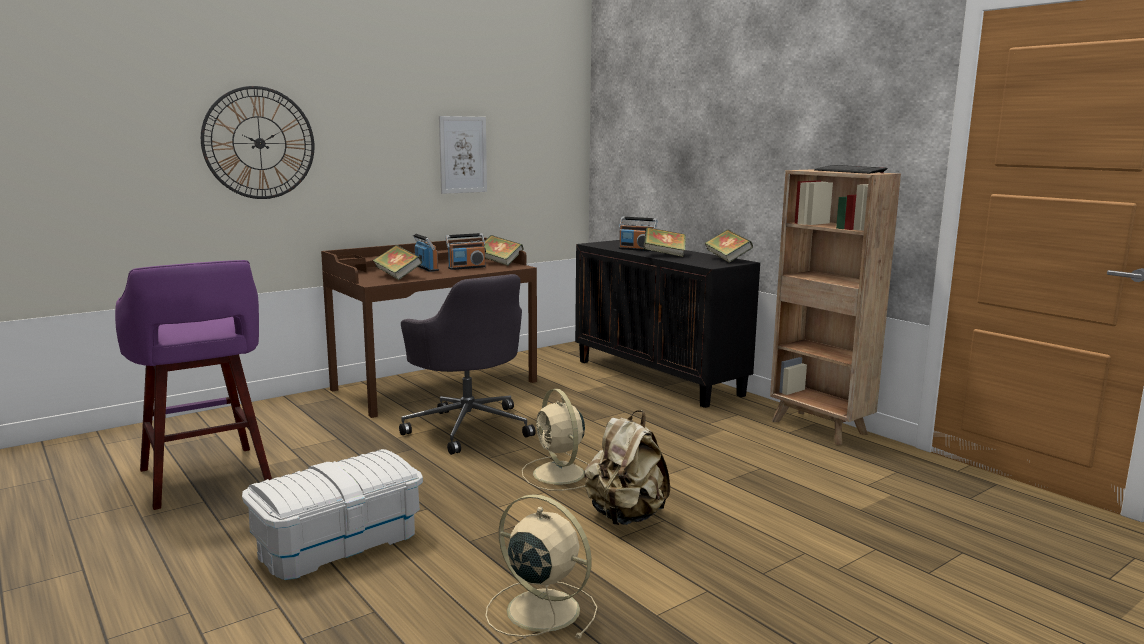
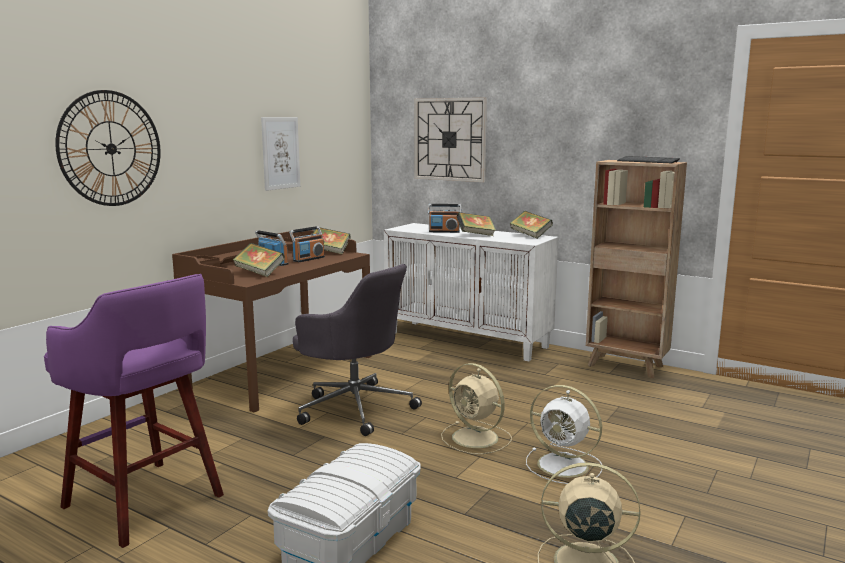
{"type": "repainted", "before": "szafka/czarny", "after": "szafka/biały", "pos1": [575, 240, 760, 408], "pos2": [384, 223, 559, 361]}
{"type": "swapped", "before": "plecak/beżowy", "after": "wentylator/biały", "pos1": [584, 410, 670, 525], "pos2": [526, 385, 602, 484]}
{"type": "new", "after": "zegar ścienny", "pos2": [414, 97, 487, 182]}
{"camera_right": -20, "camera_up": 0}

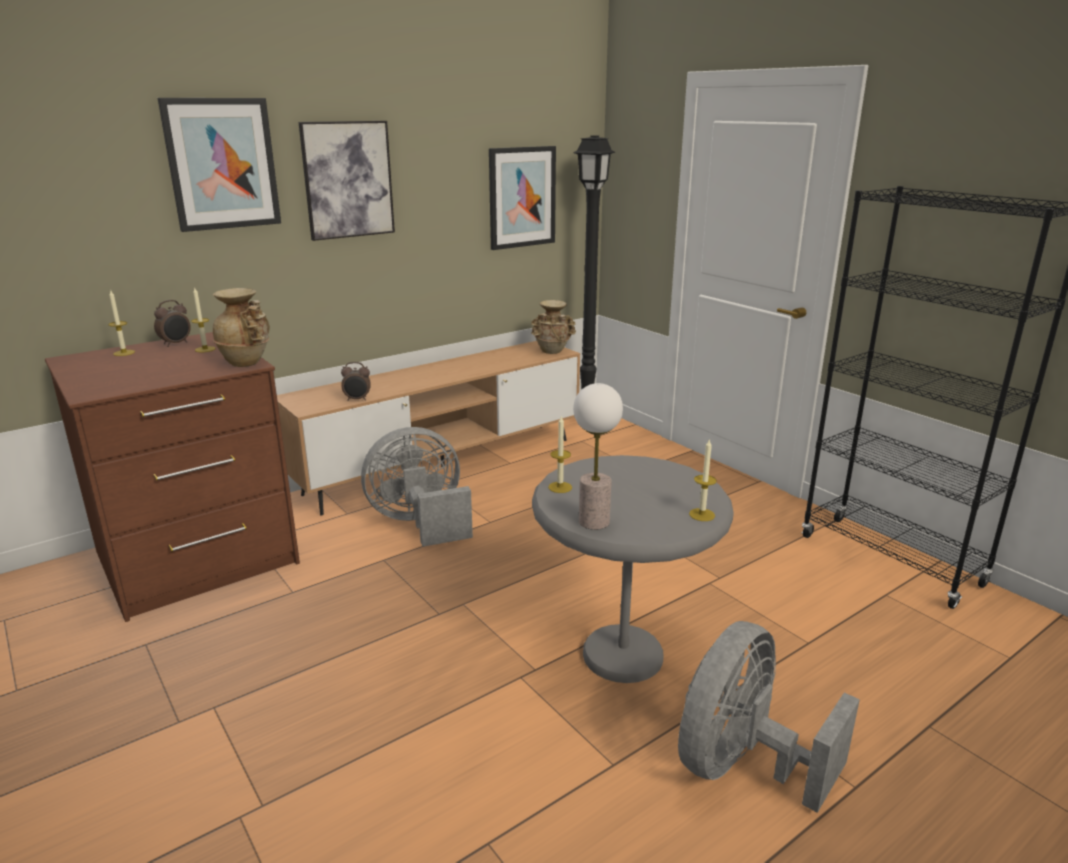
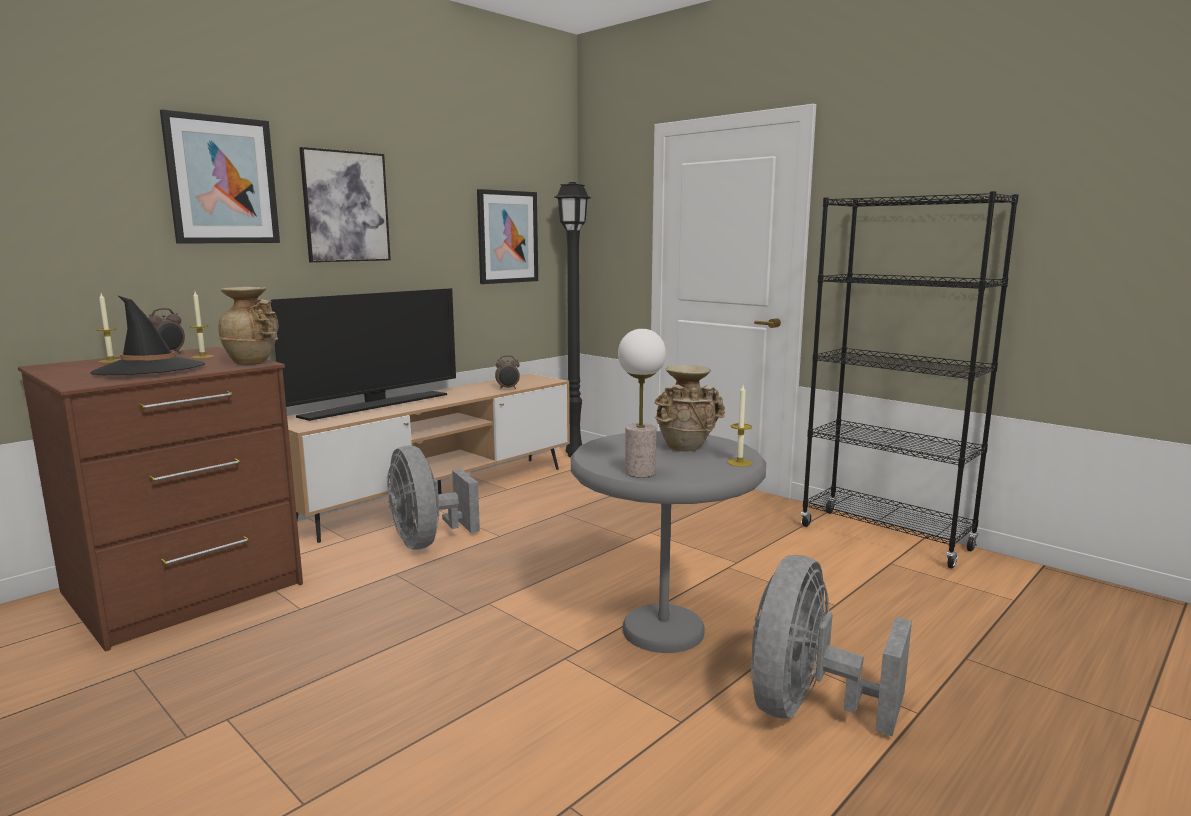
{"type": "shifted", "before": "wazon/beżowy", "pos1": [531, 300, 576, 354], "pos2": [655, 365, 725, 451]}
{"type": "shifted", "before": "budzik", "pos1": [341, 362, 371, 401], "pos2": [495, 355, 520, 389]}
{"type": "gone", "before": "świeca", "pos1": [548, 415, 572, 493]}
{"type": "rotated", "before": "wentylator/szary", "pos1": [361, 427, 473, 547], "pos2": [387, 446, 480, 550], "turn": -90}
{"type": "new", "after": "telewizor", "pos2": [270, 288, 456, 421]}
{"type": "new", "after": "kapelusz/czarny", "pos2": [90, 296, 205, 375]}
{"camera_right": -10, "camera_up": -10}

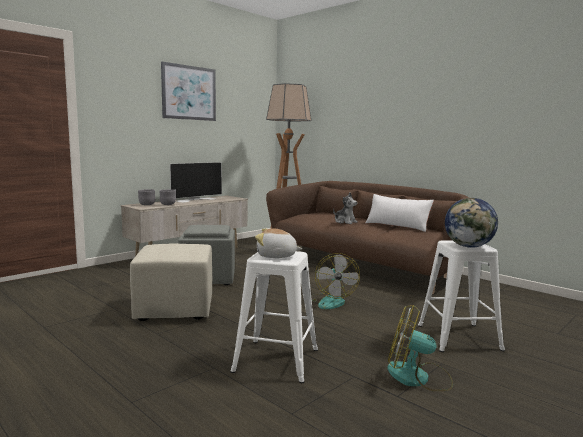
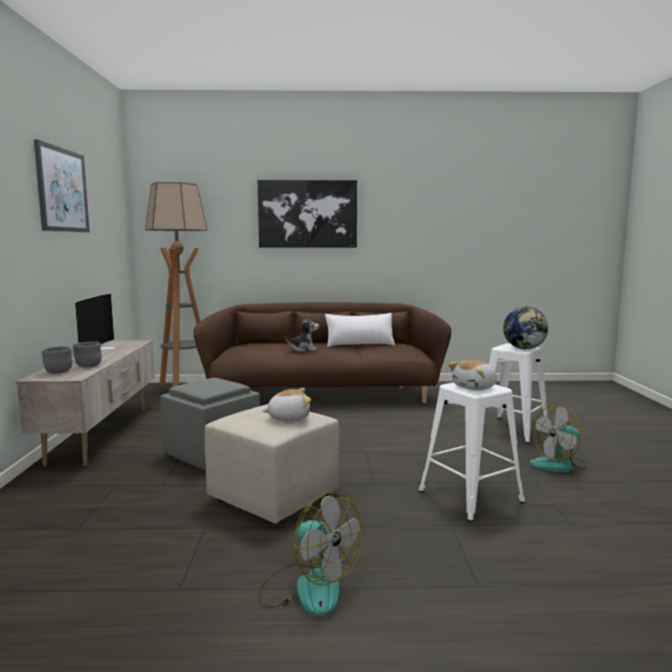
{"type": "shifted", "before": "wentylator", "pos1": [311, 253, 360, 309], "pos2": [258, 492, 363, 617]}
{"type": "new", "after": "obraz", "pos2": [258, 180, 357, 248]}
{"type": "new", "after": "pluszak", "pos2": [262, 388, 311, 421]}
{"camera_right": -45, "camera_up": 0}

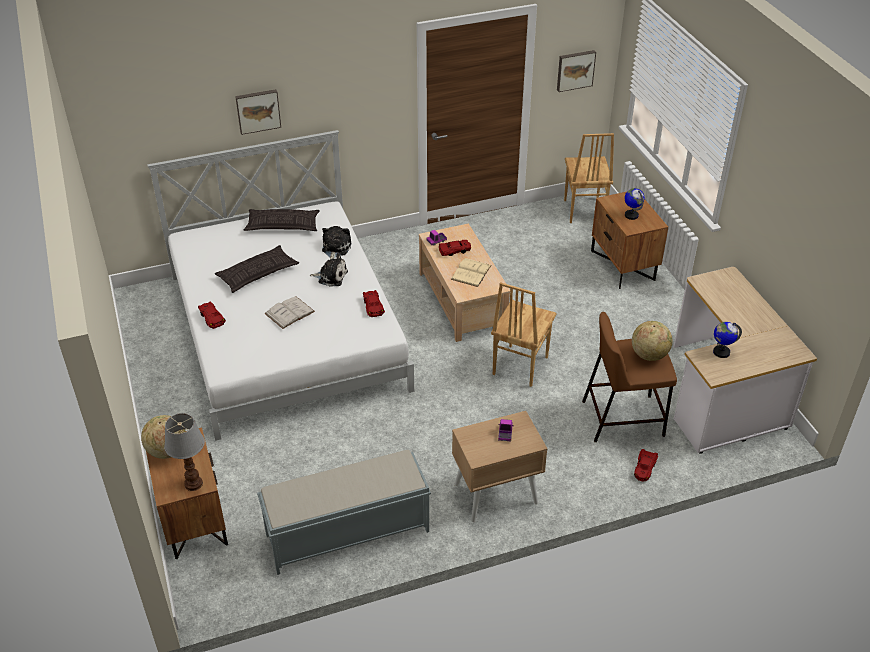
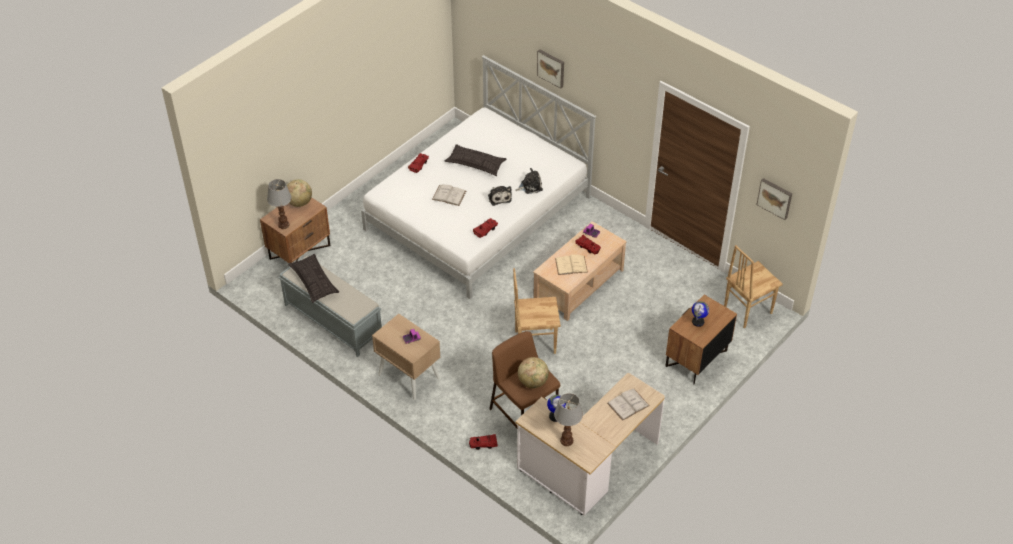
{"type": "shifted", "before": "poduszka", "pos1": [244, 209, 320, 231], "pos2": [288, 254, 339, 303]}
{"type": "new", "after": "książka/biały", "pos2": [607, 389, 650, 421]}
{"type": "new", "after": "lampa stołowa", "pos2": [554, 393, 583, 446]}
{"camera_right": 60, "camera_up": 5}

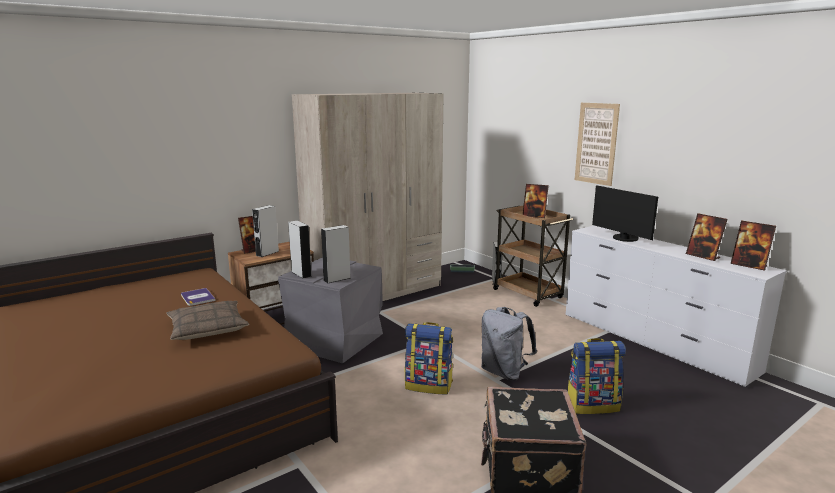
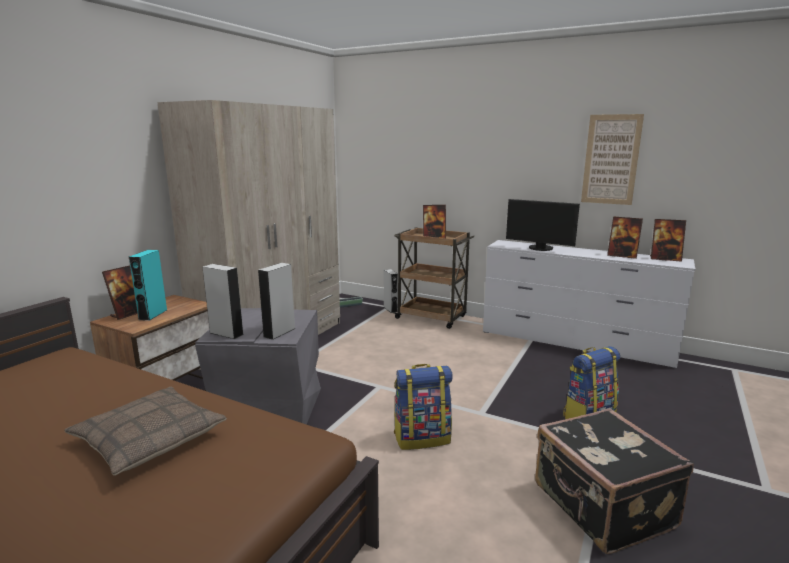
{"type": "shifted", "before": "obraz", "pos1": [575, 103, 620, 186], "pos2": [581, 114, 644, 205]}
{"type": "repainted", "before": "głośnik/szary", "after": "głośnik/turkusowy", "pos1": [252, 205, 279, 257], "pos2": [129, 250, 167, 321]}
{"type": "gone", "before": "książka", "pos1": [181, 288, 216, 306]}
{"type": "gone", "before": "plecak/szary", "pos1": [481, 307, 537, 380]}
{"camera_right": -25, "camera_up": 0}

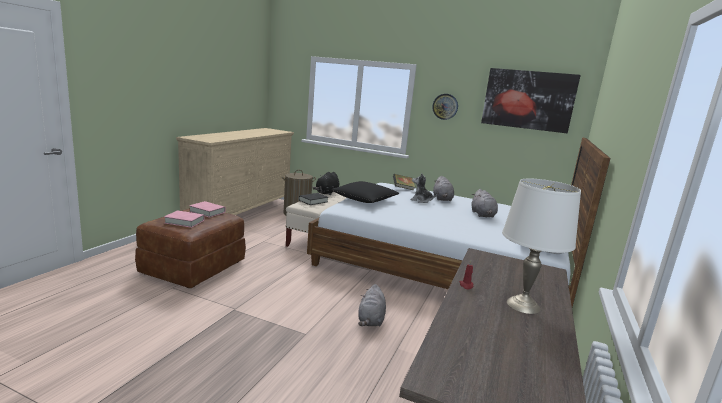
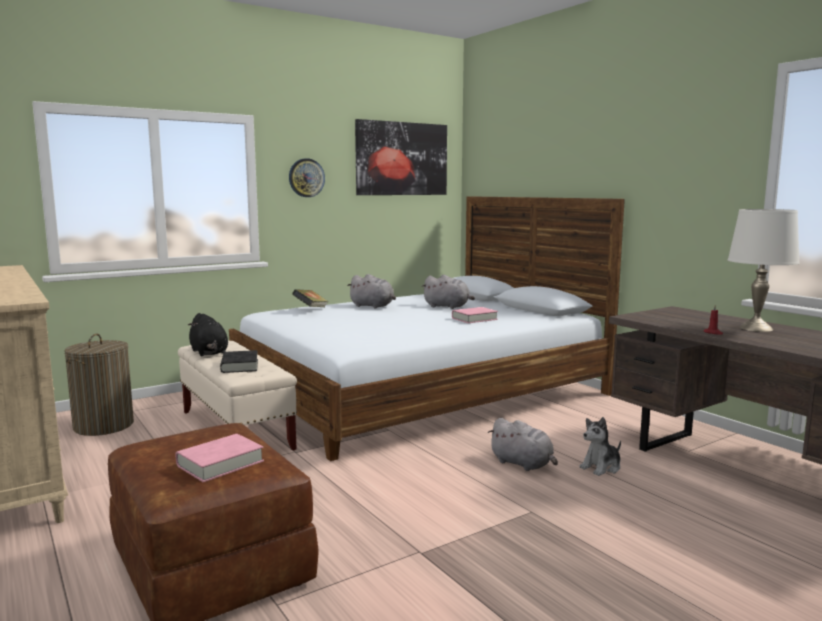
{"type": "shifted", "before": "pluszak", "pos1": [410, 174, 437, 203], "pos2": [579, 417, 621, 476]}
{"type": "gone", "before": "poduszka/czarny", "pos1": [331, 181, 399, 203]}
{"type": "shifted", "before": "książka/różowy", "pos1": [189, 201, 226, 218], "pos2": [452, 307, 498, 323]}
{"camera_right": -55, "camera_up": -5}

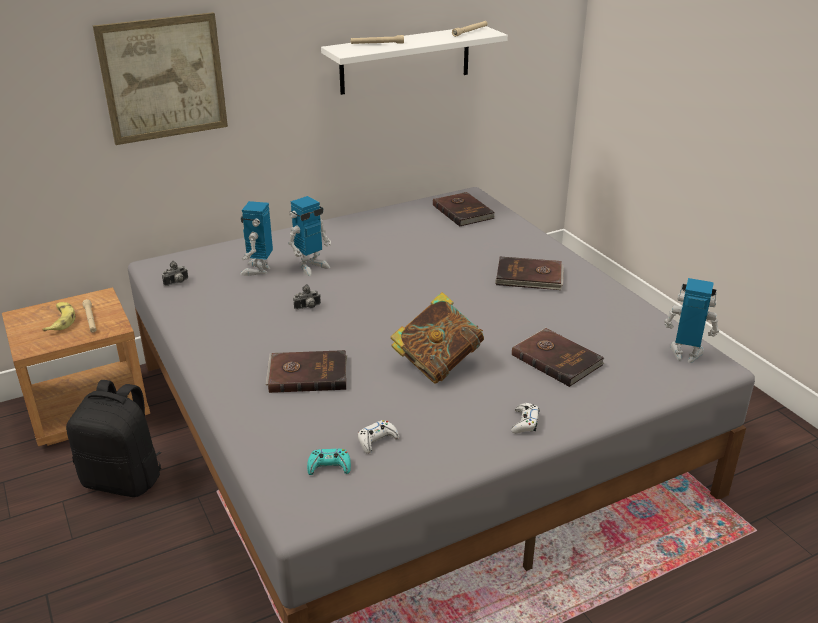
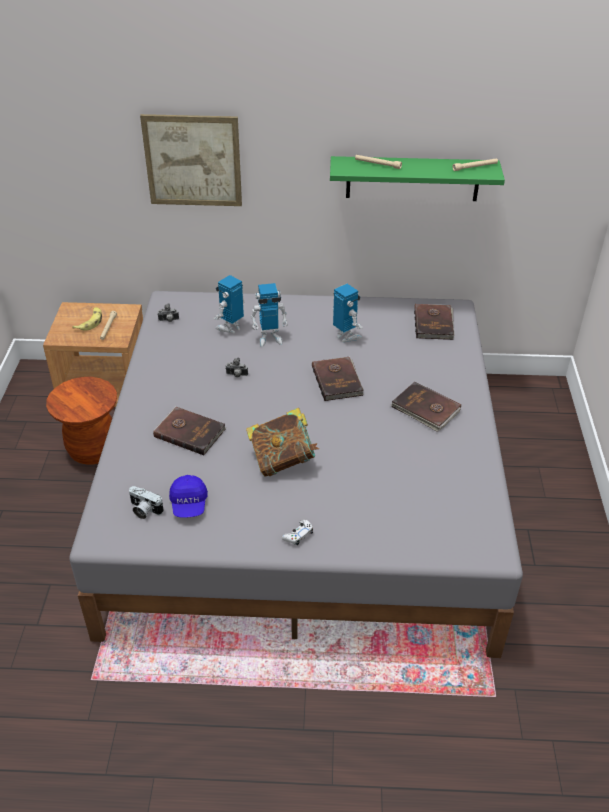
{"type": "repainted", "before": "półka/biały", "after": "półka/zielony", "pos1": [321, 26, 508, 95], "pos2": [330, 156, 505, 201]}
{"type": "shifted", "before": "robot zabawkowy", "pos1": [665, 278, 719, 363], "pos2": [332, 284, 363, 342]}
{"type": "shifted", "before": "książka/brązowy", "pos1": [512, 328, 604, 387], "pos2": [312, 356, 364, 401]}
{"type": "swapped", "before": "plecak/czarny", "after": "stołek/brązowy", "pos1": [66, 380, 161, 497], "pos2": [46, 377, 117, 465]}
{"type": "swapped", "before": "pad do gier/biały", "after": "czapka z daszkiem/niebieski", "pos1": [358, 420, 399, 454], "pos2": [169, 475, 208, 518]}
{"type": "swapped", "before": "pad do gier/turkusowy", "after": "aparat fotograficzny", "pos1": [307, 449, 351, 475], "pos2": [129, 486, 164, 519]}
{"camera_right": 30, "camera_up": 10}

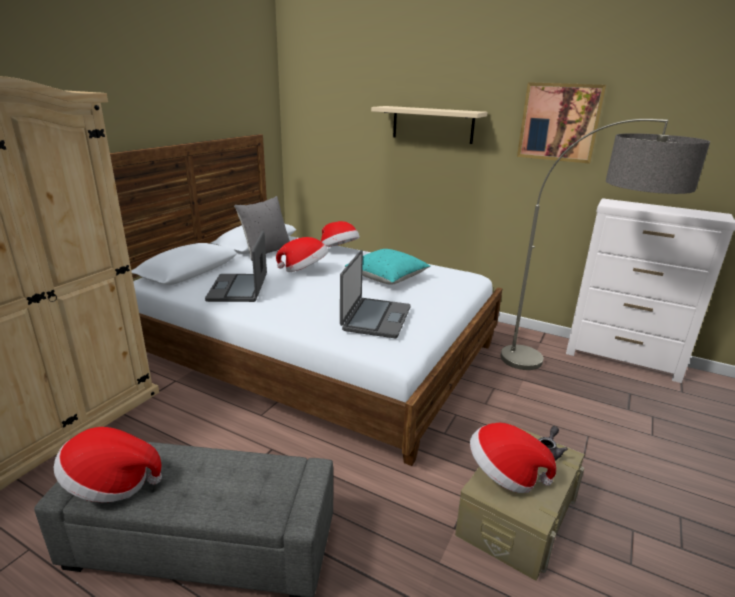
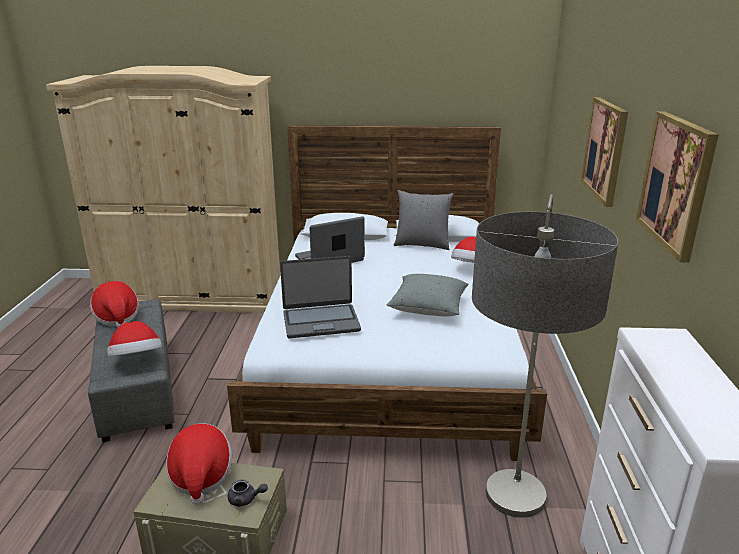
{"type": "swapped", "before": "półka/beżowy", "after": "obraz", "pos1": [371, 106, 488, 144], "pos2": [581, 97, 628, 207]}
{"type": "shifted", "before": "kapelusz", "pos1": [276, 237, 328, 272], "pos2": [107, 321, 162, 356]}
{"type": "repainted", "before": "poduszka/turkusowy", "after": "poduszka/szary", "pos1": [345, 249, 431, 285], "pos2": [387, 274, 469, 316]}
{"camera_right": 65, "camera_up": 0}

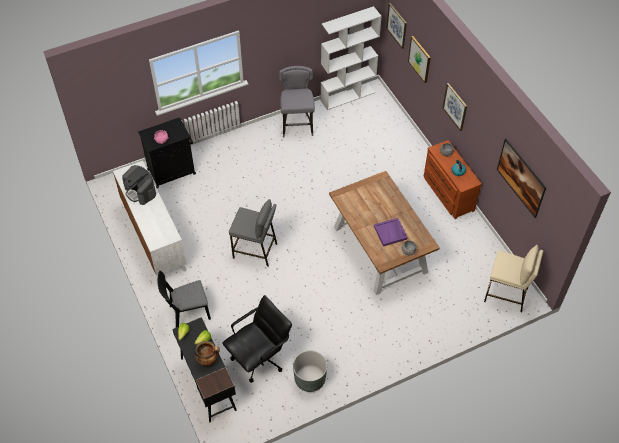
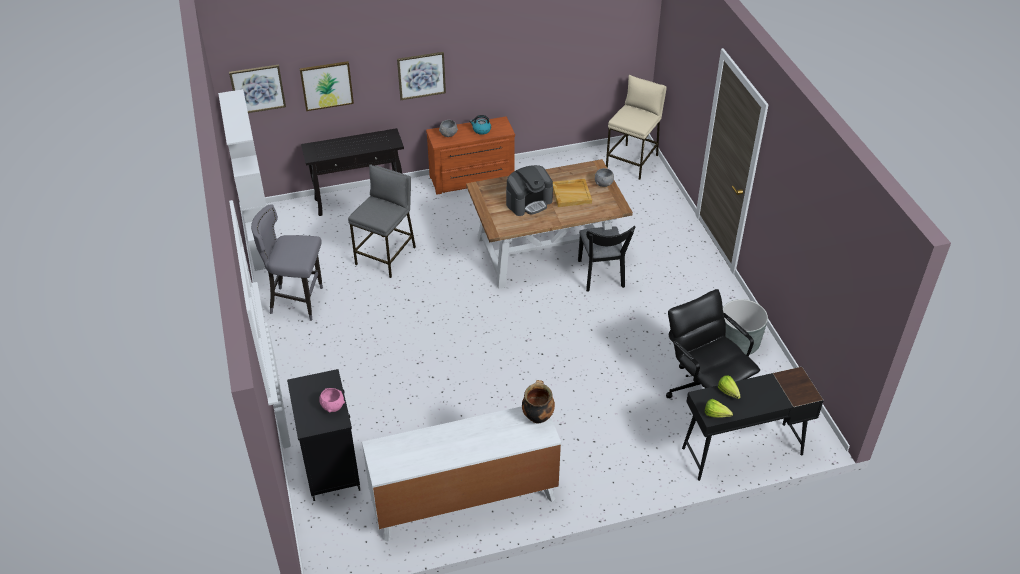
{"type": "gone", "before": "obraz", "pos1": [497, 138, 546, 218]}
{"type": "shifted", "before": "ekspres do kawy", "pos1": [122, 165, 156, 205], "pos2": [506, 165, 553, 216]}
{"type": "shifted", "before": "stołek/szary", "pos1": [229, 199, 277, 267], "pos2": [348, 164, 416, 278]}
{"type": "repainted", "before": "taca/fioletowy", "after": "taca/beżowy", "pos1": [374, 218, 408, 246], "pos2": [553, 179, 592, 207]}
{"type": "shifted", "before": "krzesło/czarny", "pos1": [157, 271, 211, 327], "pos2": [578, 226, 636, 292]}
{"type": "shifted", "before": "garnek", "pos1": [195, 341, 219, 366], "pos2": [522, 380, 555, 424]}
{"type": "new", "after": "stolik konsolowy/czarny", "pos2": [301, 128, 404, 216]}
{"camera_right": -80, "camera_up": -10}

